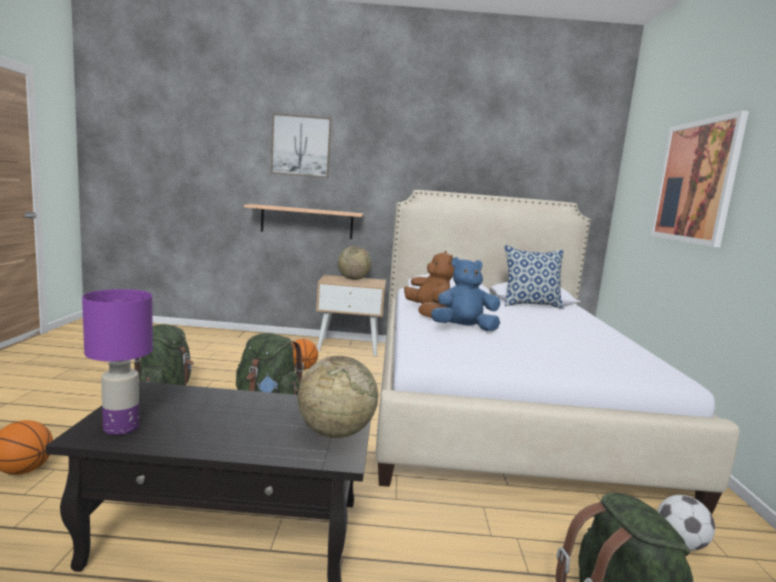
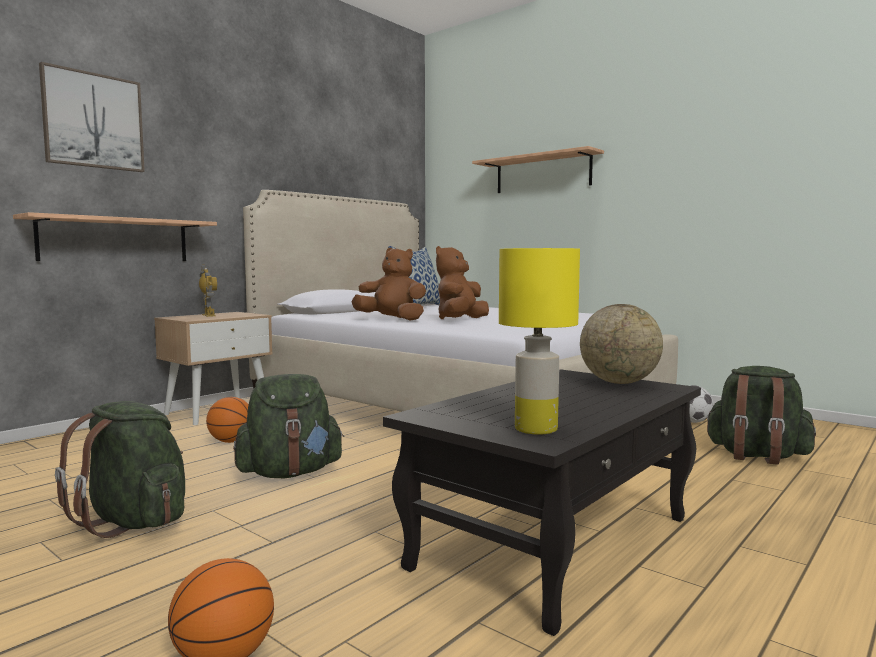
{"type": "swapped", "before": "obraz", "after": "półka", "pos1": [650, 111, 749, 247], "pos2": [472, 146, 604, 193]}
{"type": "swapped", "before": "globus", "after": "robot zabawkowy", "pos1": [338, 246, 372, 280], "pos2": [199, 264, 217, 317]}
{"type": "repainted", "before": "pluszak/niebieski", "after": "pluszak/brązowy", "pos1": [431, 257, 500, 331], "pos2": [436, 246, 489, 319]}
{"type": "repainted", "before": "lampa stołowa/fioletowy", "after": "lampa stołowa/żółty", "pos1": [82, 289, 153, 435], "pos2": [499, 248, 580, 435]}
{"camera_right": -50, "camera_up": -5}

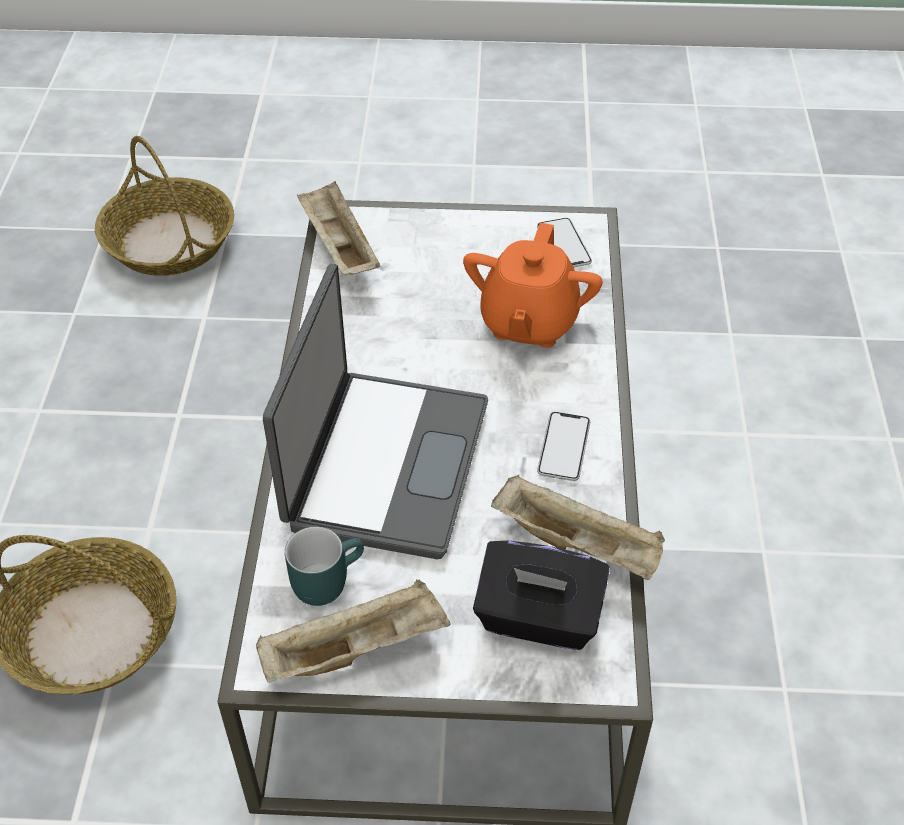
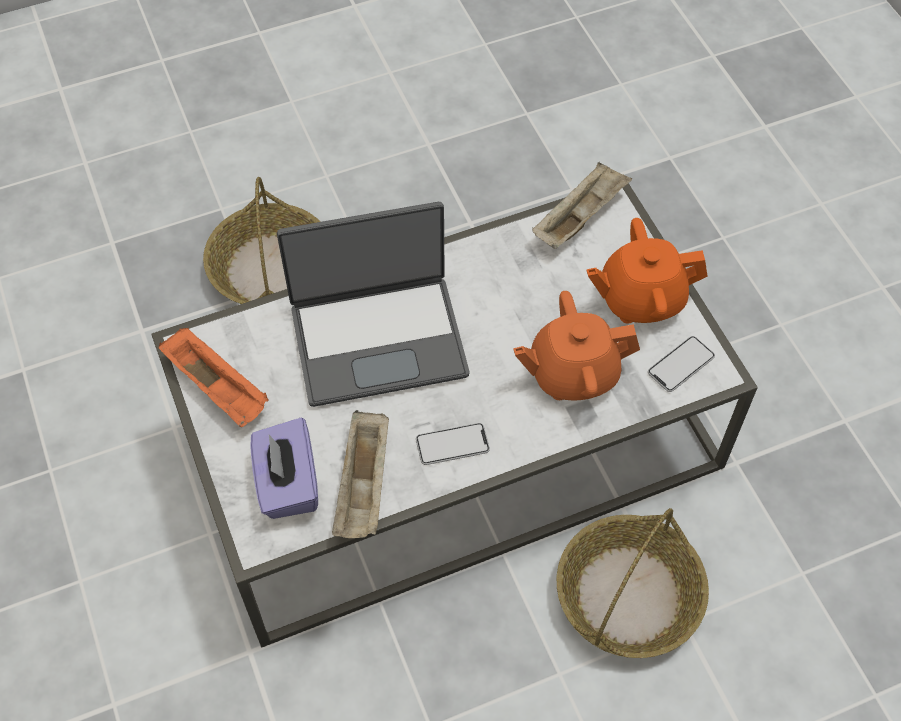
{"type": "shifted", "before": "koszyk", "pos1": [95, 136, 234, 276], "pos2": [557, 508, 709, 658]}
{"type": "gone", "before": "kubek/turkusowy", "pos1": [285, 526, 364, 606]}
{"type": "repainted", "before": "pudełko chusteczek/czarny", "after": "pudełko chusteczek/fioletowy", "pos1": [473, 541, 610, 650], "pos2": [250, 417, 318, 519]}
{"type": "repainted", "before": "taca/beżowy", "after": "taca/pomarańczowy", "pos1": [256, 580, 451, 683], "pos2": [158, 328, 269, 427]}
{"type": "new", "after": "imbryk/pomarańczowy", "pos2": [586, 218, 708, 324]}
{"camera_right": 65, "camera_up": 10}

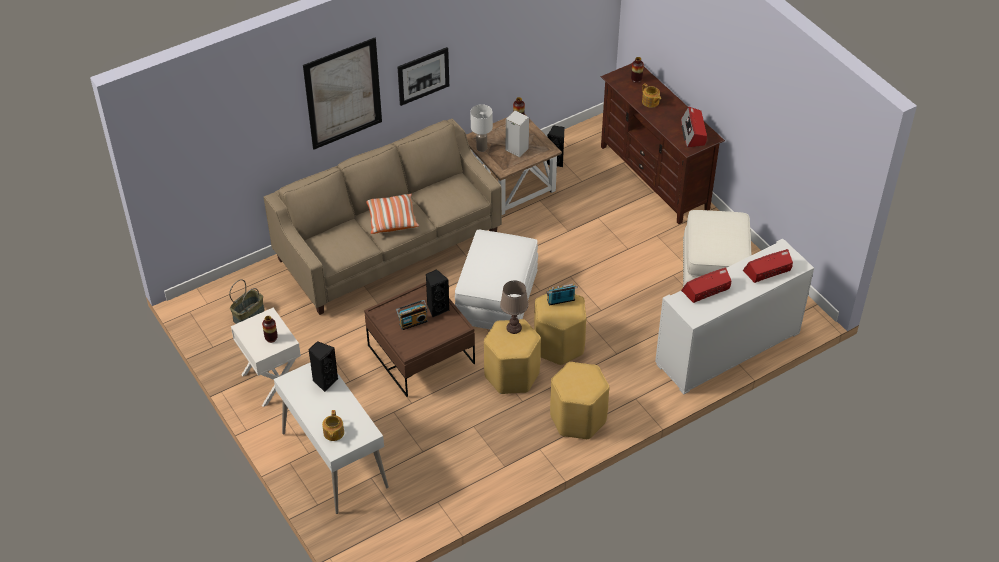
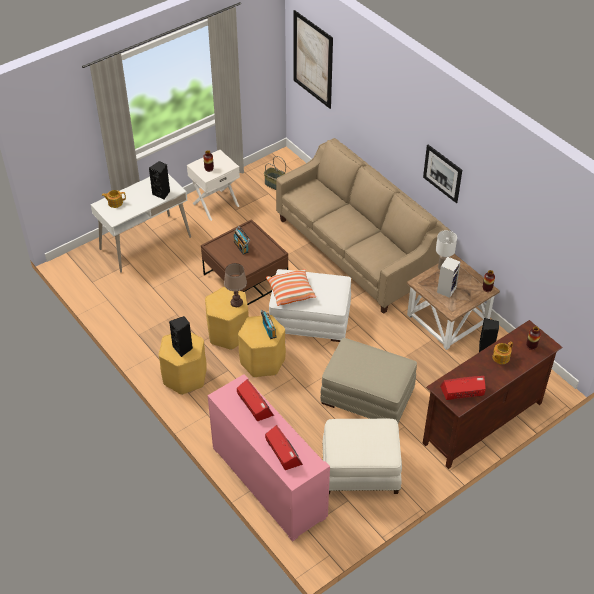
{"type": "shifted", "before": "obraz", "pos1": [303, 38, 382, 150], "pos2": [293, 10, 333, 109]}
{"type": "shifted", "before": "poduszka", "pos1": [366, 194, 419, 234], "pos2": [266, 269, 316, 306]}
{"type": "repainted", "before": "szafka/biały", "after": "szafka/różowy", "pos1": [655, 239, 814, 394], "pos2": [207, 374, 330, 542]}
{"type": "shifted", "before": "głośnik/czarny", "pos1": [426, 269, 449, 317], "pos2": [169, 316, 193, 357]}
{"type": "new", "after": "pufa/beżowy", "pos2": [320, 338, 417, 423]}
{"camera_right": 85, "camera_up": 0}

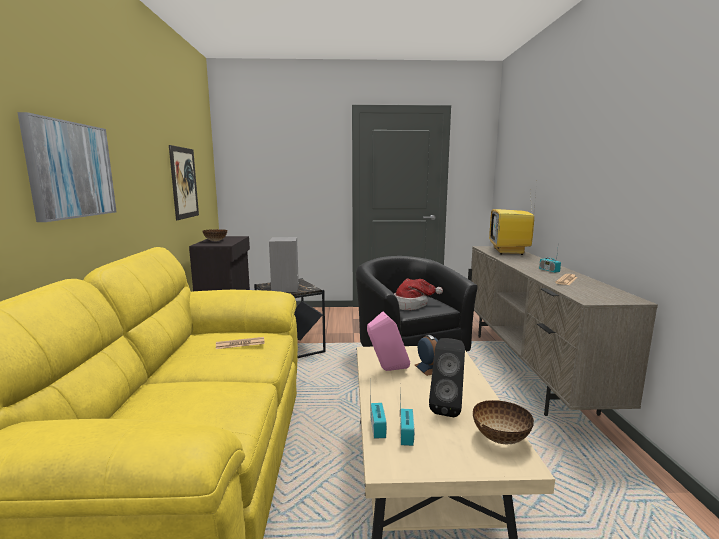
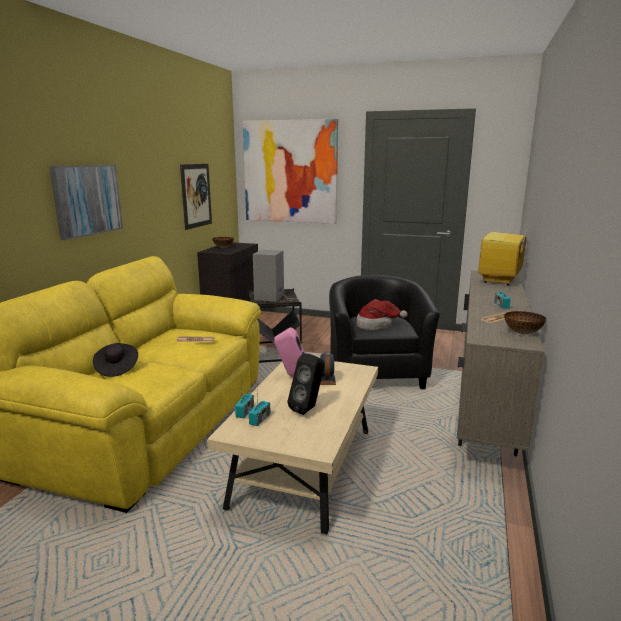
{"type": "shifted", "before": "miska", "pos1": [473, 400, 534, 444], "pos2": [504, 311, 546, 334]}
{"type": "new", "after": "obraz", "pos2": [243, 119, 338, 224]}
{"type": "new", "after": "kapelusz/czarny", "pos2": [93, 343, 138, 377]}
{"camera_right": 20, "camera_up": 5}

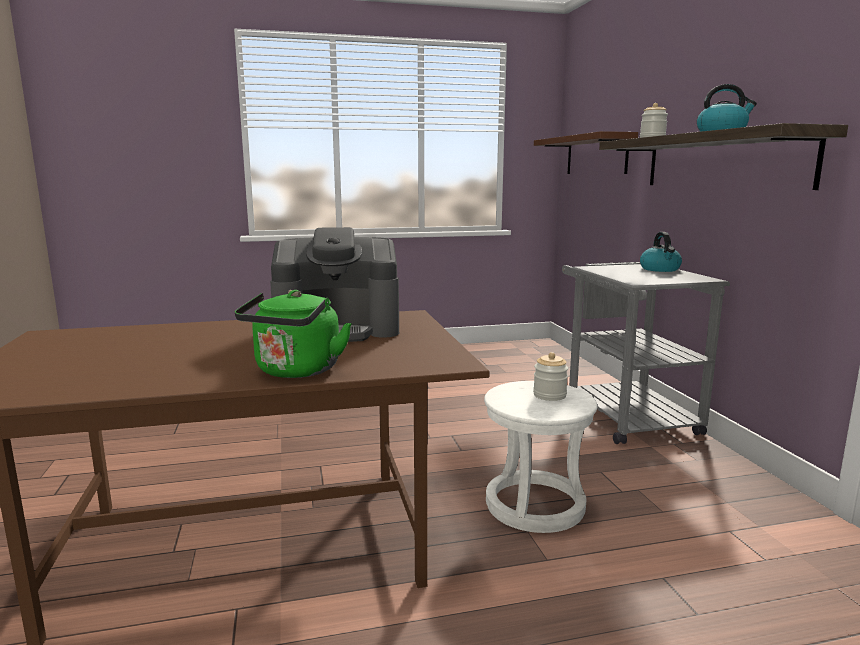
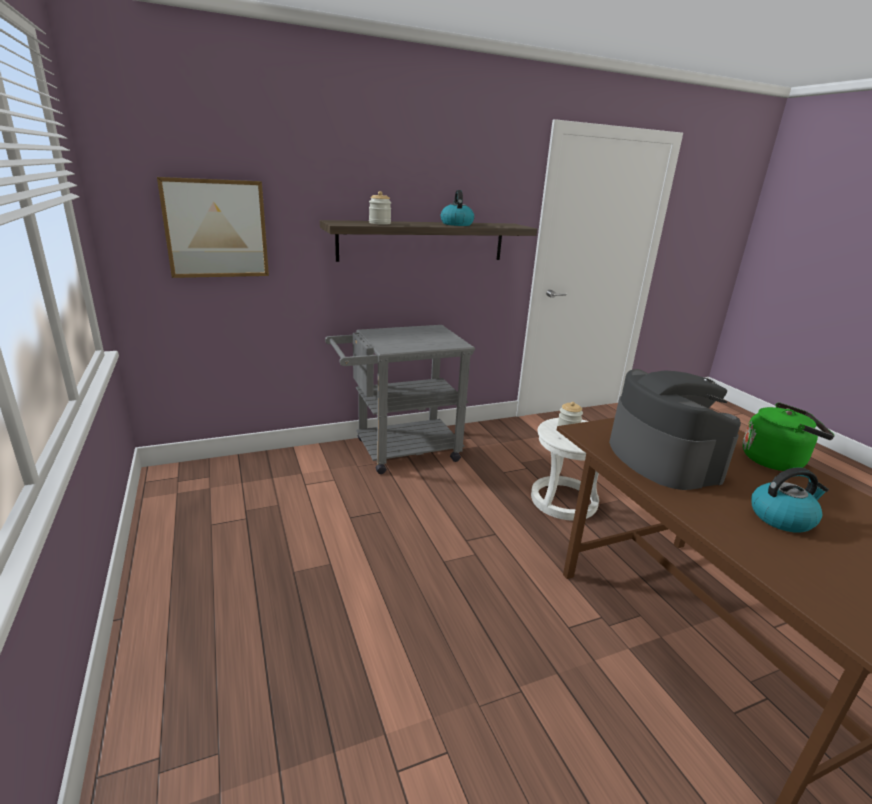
{"type": "swapped", "before": "półka/brązowy", "after": "obraz", "pos1": [534, 131, 638, 174], "pos2": [157, 177, 269, 278]}
{"type": "shifted", "before": "czajnik", "pos1": [640, 232, 682, 272], "pos2": [751, 467, 829, 533]}
{"camera_right": -100, "camera_up": 10}

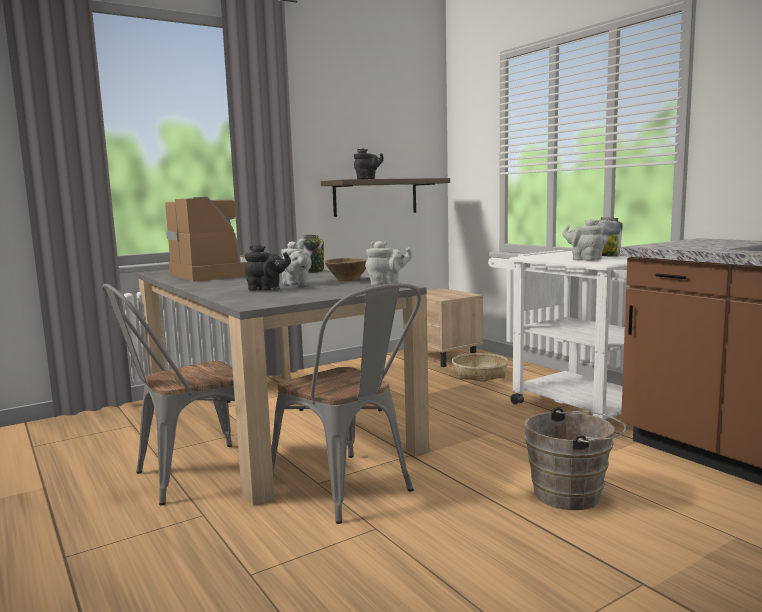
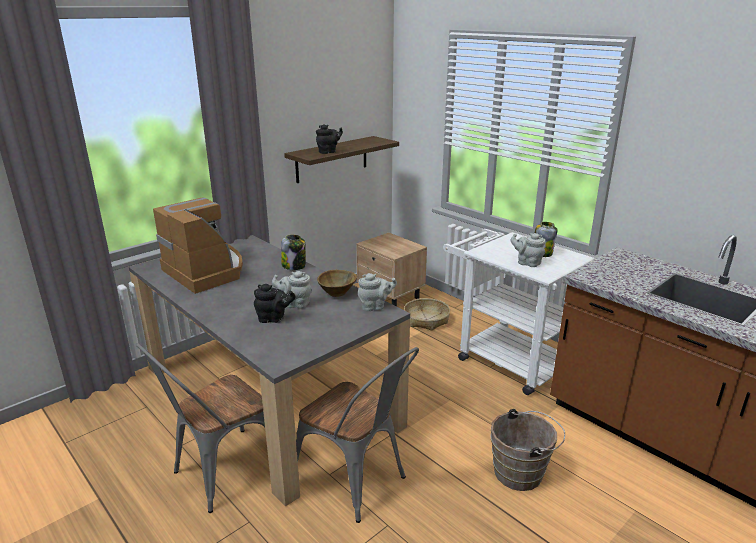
{"type": "rotated", "before": "imbryk/szary", "pos1": [281, 241, 312, 285], "pos2": [272, 271, 312, 309], "turn": 135}
{"camera_right": -10, "camera_up": 15}

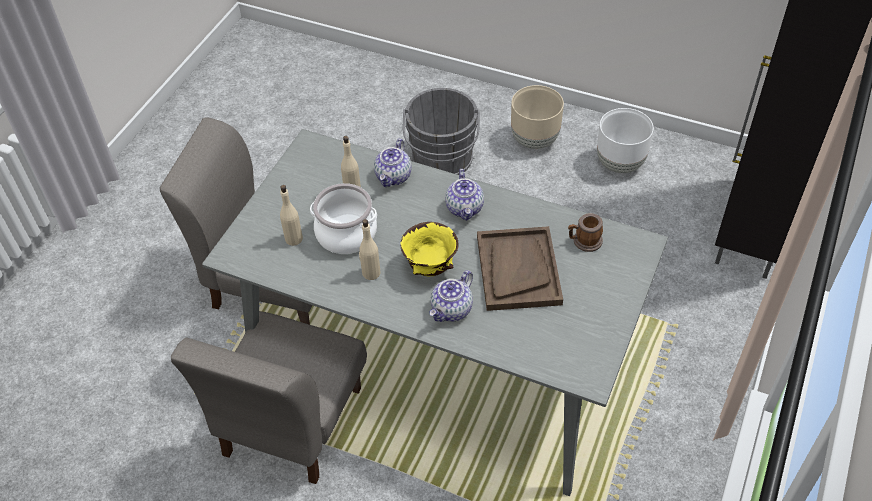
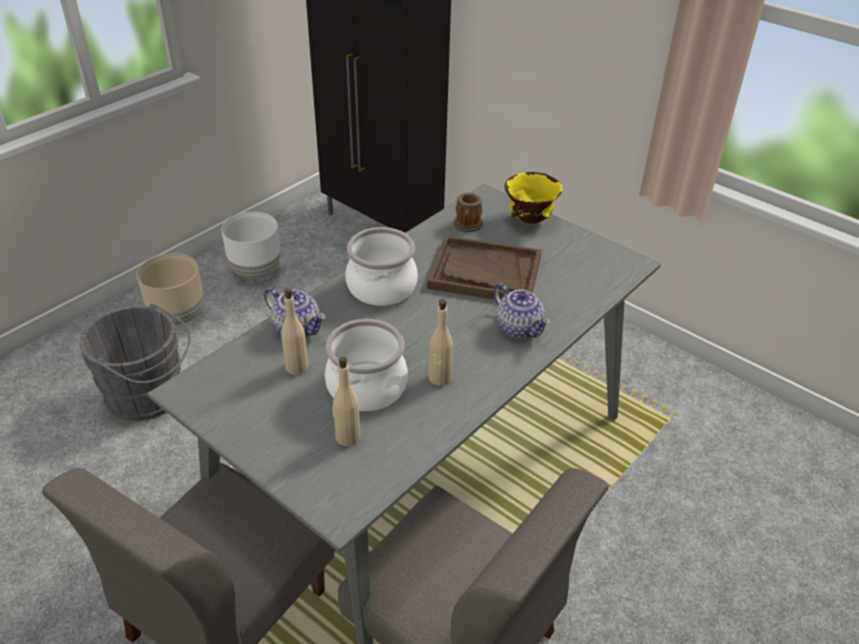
{"type": "swapped", "before": "imbryk", "after": "garnek", "pos1": [445, 169, 484, 221], "pos2": [345, 227, 418, 306]}
{"type": "shifted", "before": "miska/żółty", "pos1": [400, 222, 459, 276], "pos2": [504, 172, 562, 223]}
{"camera_right": -75, "camera_up": -10}

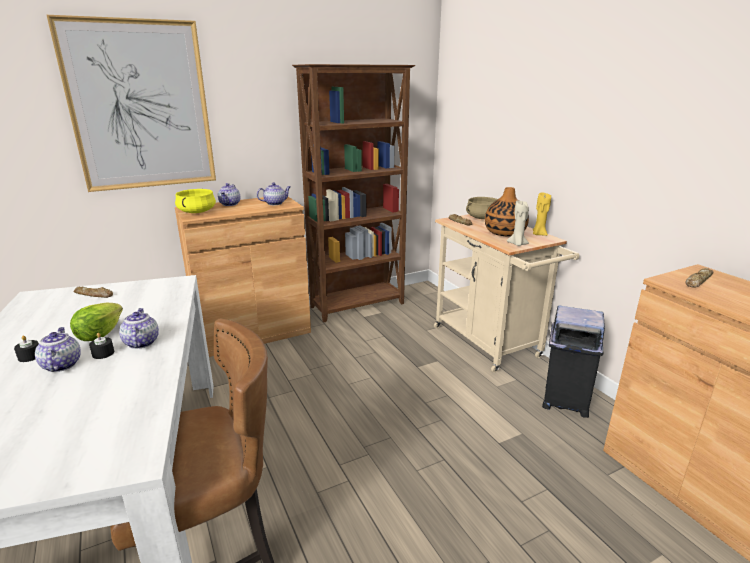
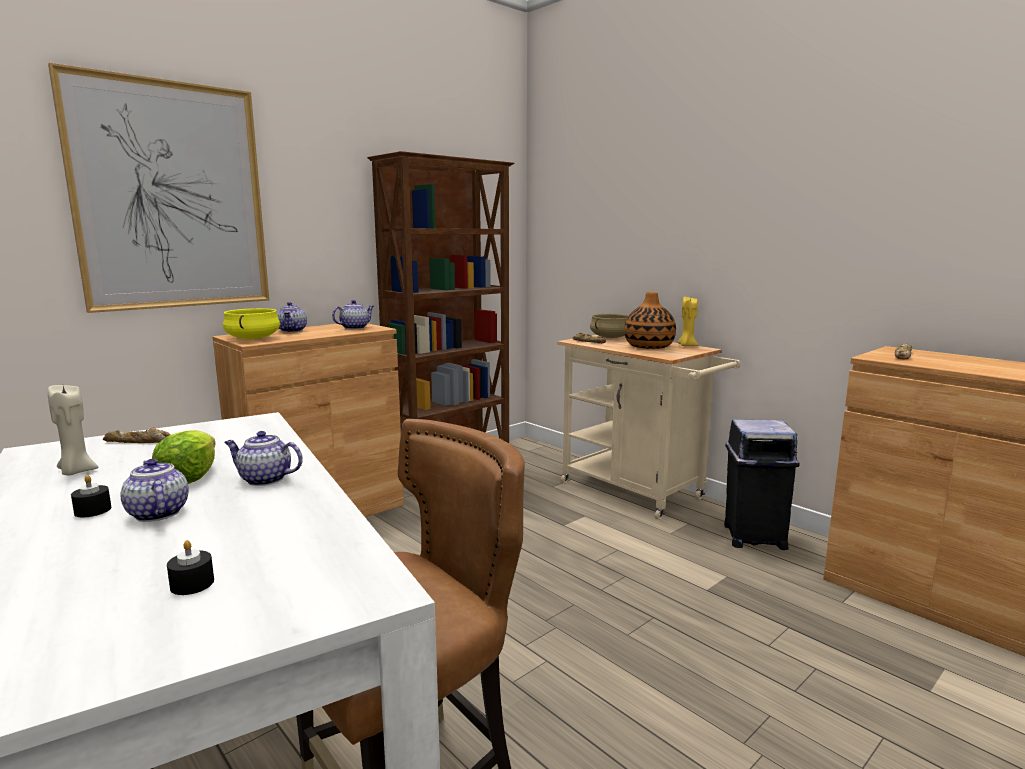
{"type": "shifted", "before": "świeca/beżowy", "pos1": [507, 201, 529, 246], "pos2": [48, 385, 99, 475]}
{"type": "rotated", "before": "imbryk", "pos1": [119, 308, 159, 349], "pos2": [224, 431, 303, 486], "turn": -45}
{"type": "shifted", "before": "świeca/czarny", "pos1": [89, 333, 114, 359], "pos2": [167, 540, 214, 595]}
{"camera_right": -15, "camera_up": -10}

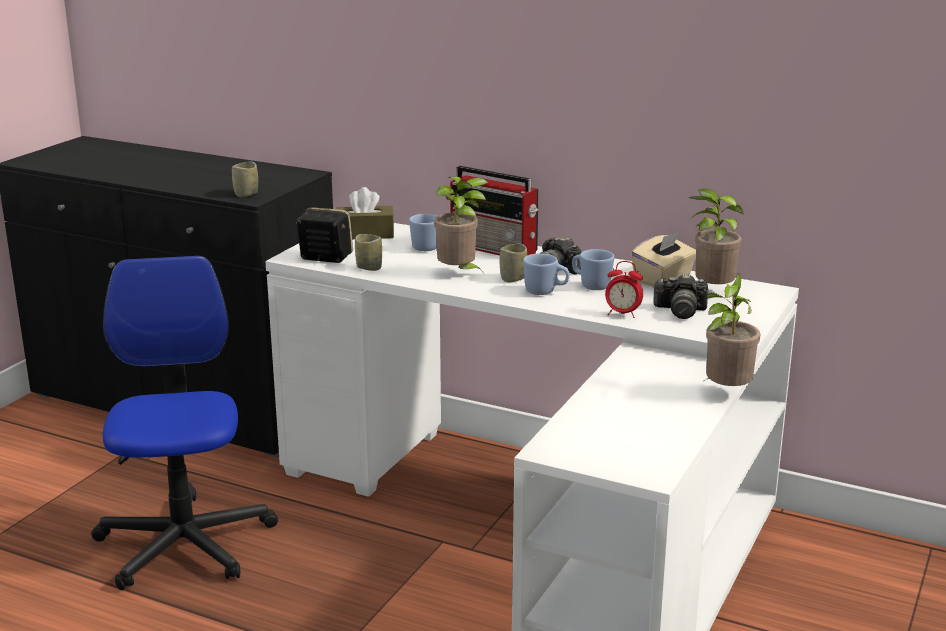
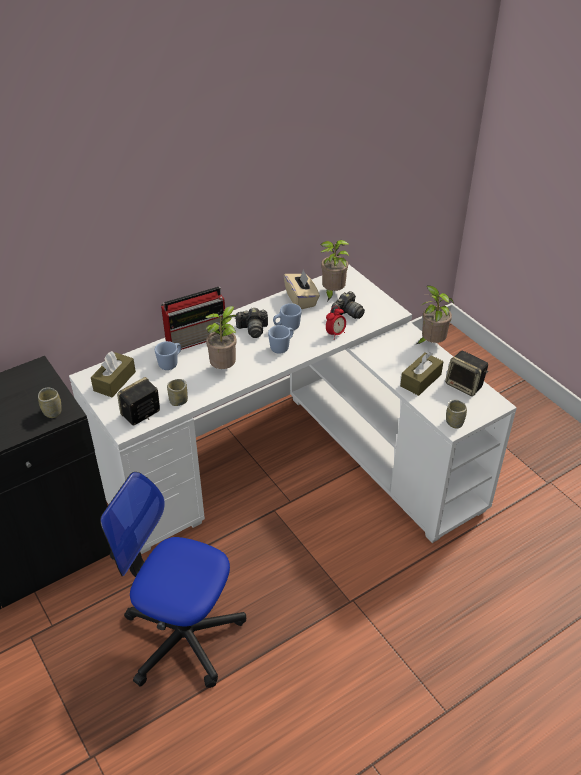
{"type": "shifted", "before": "filiżanka", "pos1": [500, 244, 527, 282], "pos2": [446, 400, 467, 429]}
{"type": "new", "after": "głośnik", "pos2": [445, 351, 488, 396]}
{"type": "new", "after": "pudełko chusteczek/brązowy", "pos2": [400, 352, 443, 396]}
{"camera_right": -60, "camera_up": 20}

